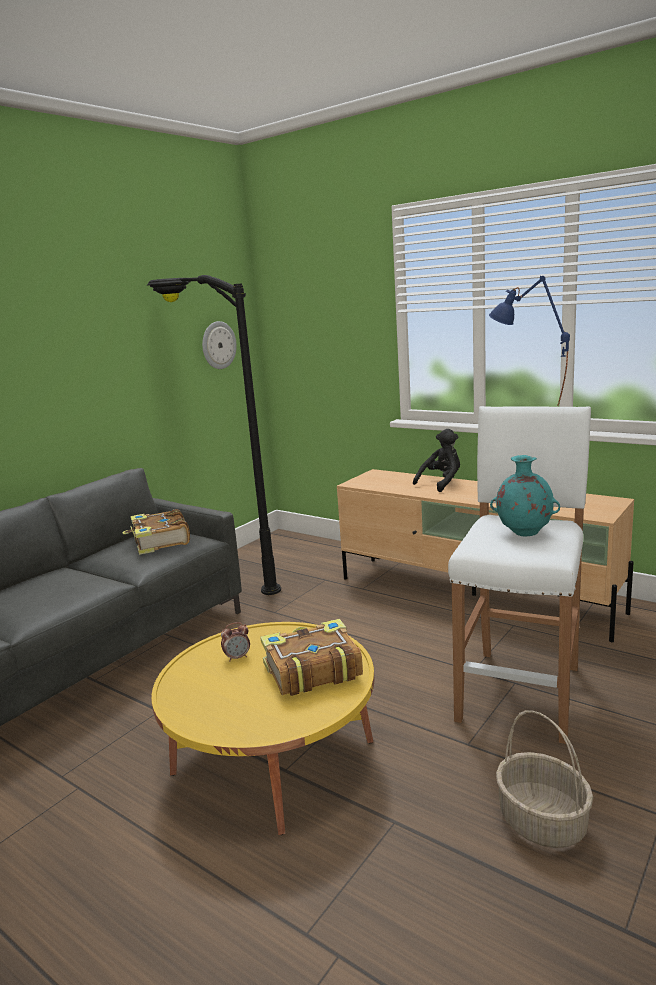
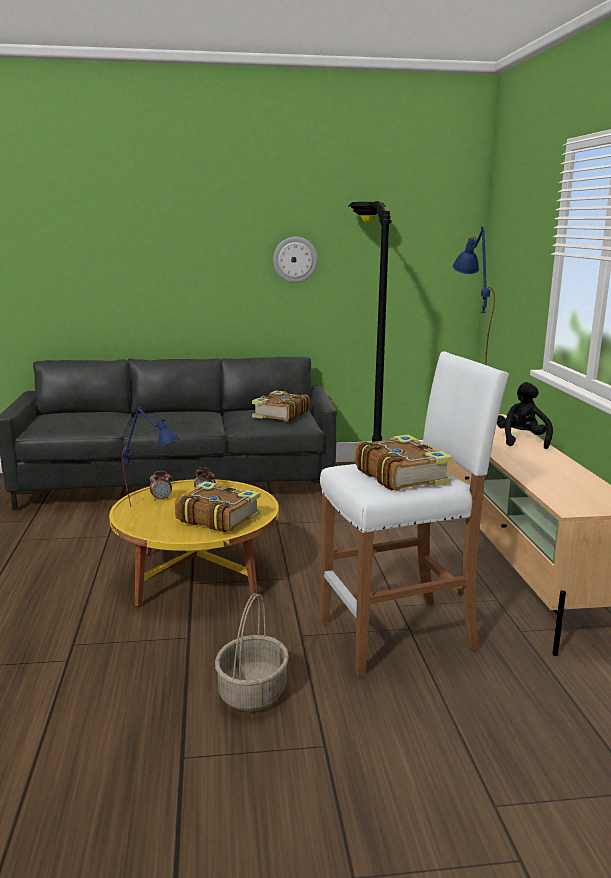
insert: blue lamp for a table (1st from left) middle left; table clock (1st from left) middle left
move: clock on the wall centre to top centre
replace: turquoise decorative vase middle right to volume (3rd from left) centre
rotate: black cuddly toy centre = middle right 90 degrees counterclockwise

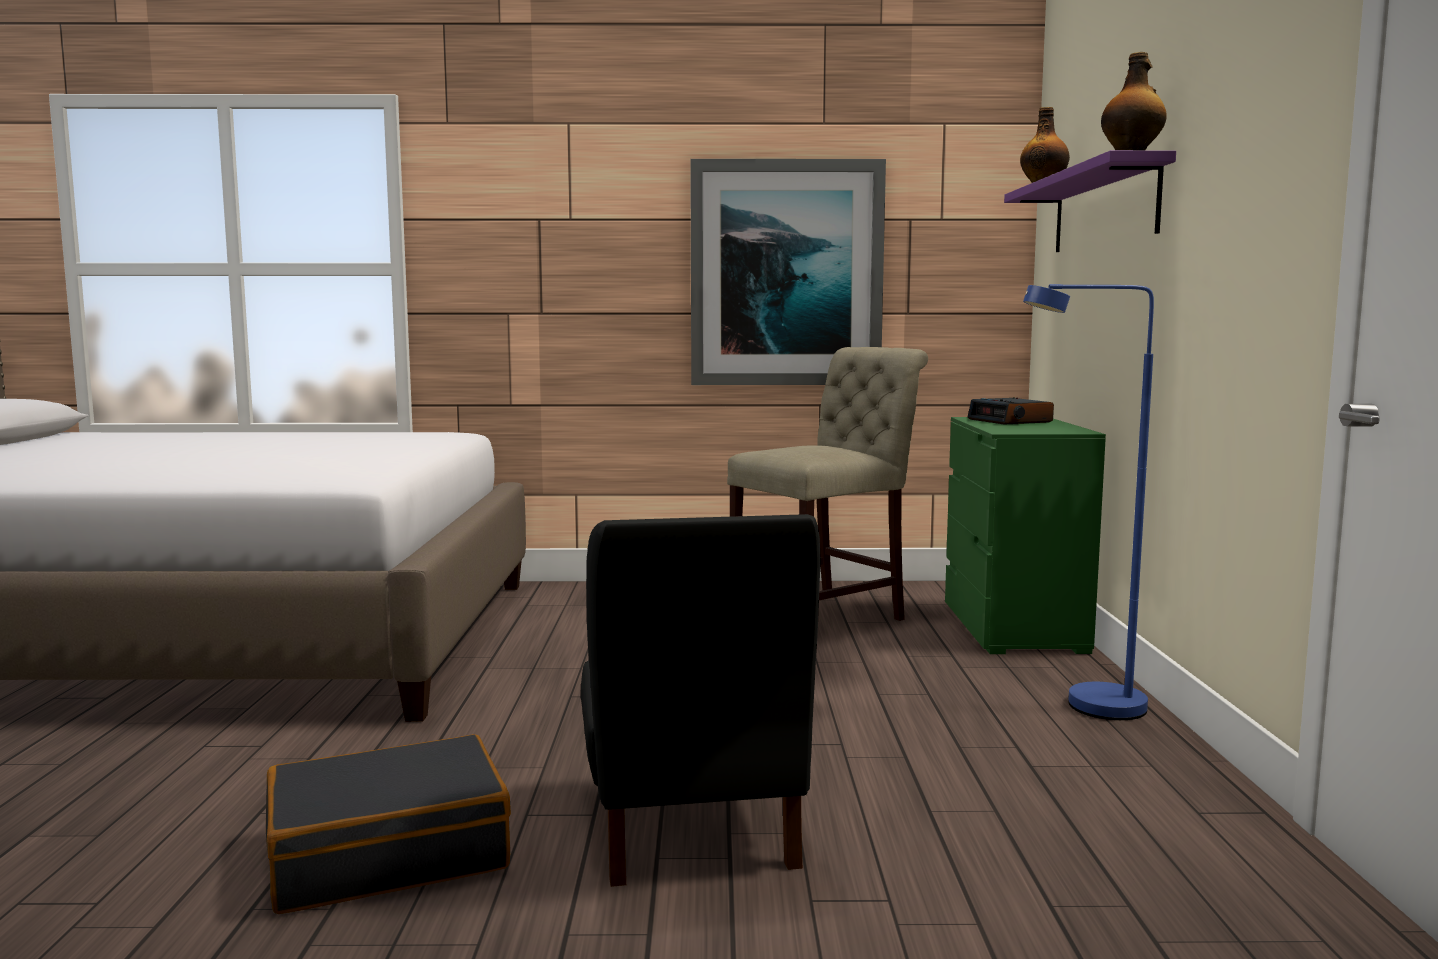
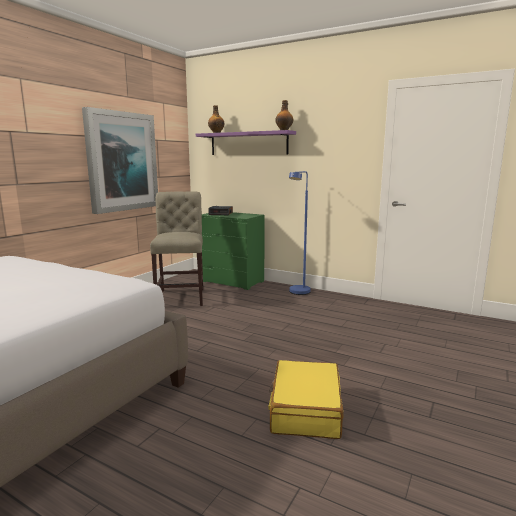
delete: black upright chair bottom centre
recolor: black travel case bottom left to yellowish travel case bottom centre

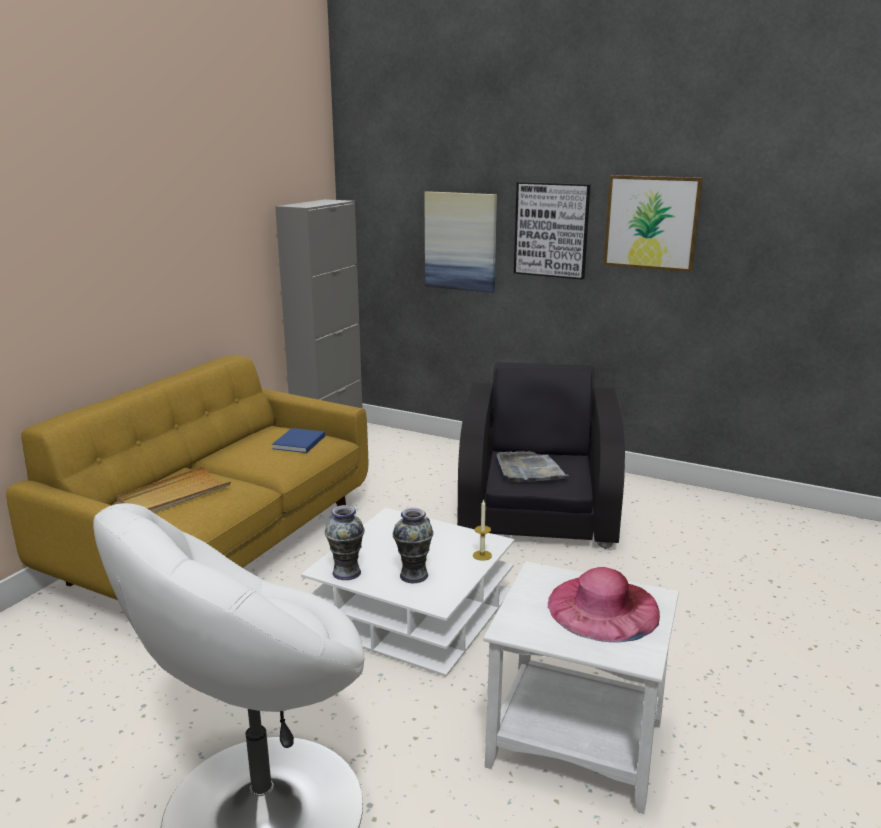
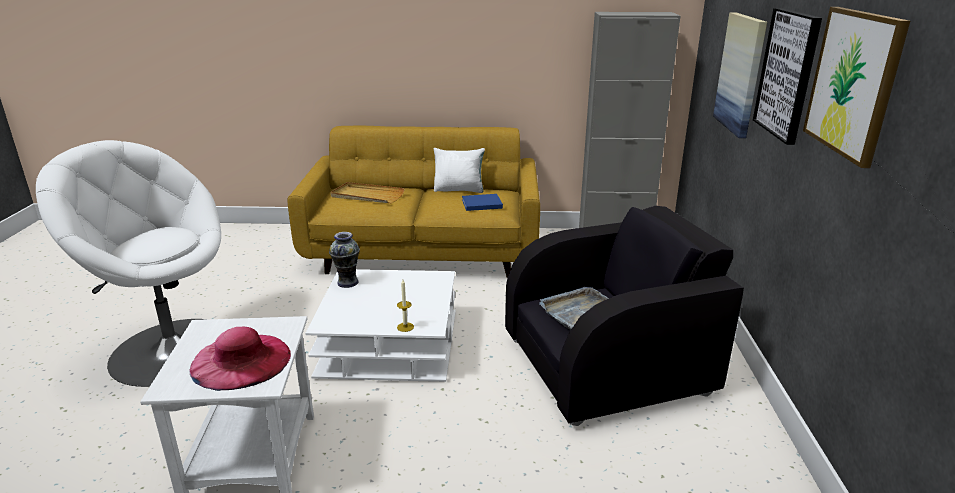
delete: decorative vase (2nd from left) centre
insert: white-coloured cushion centre

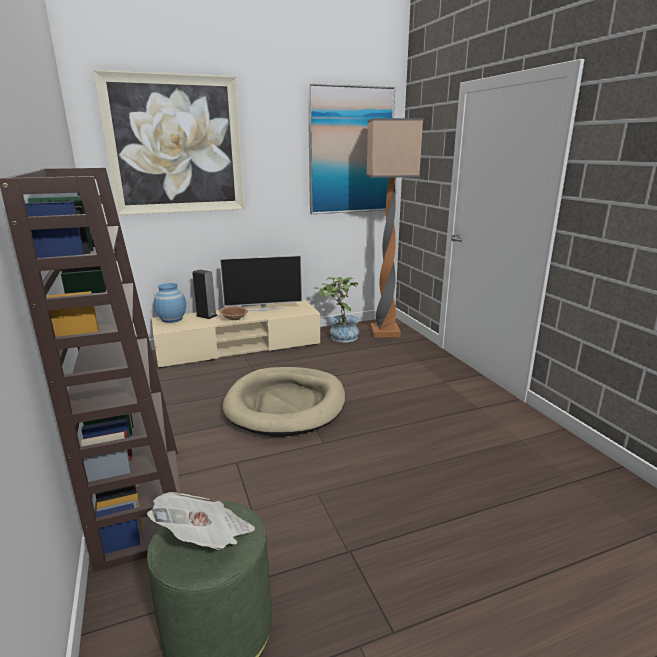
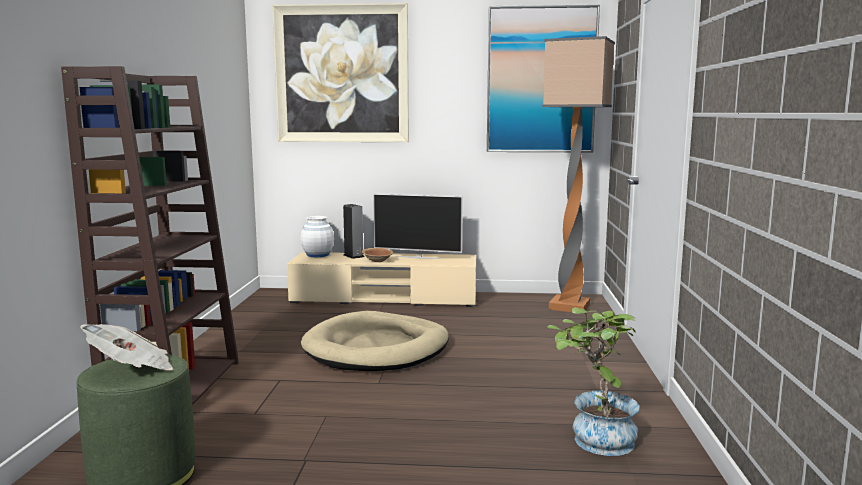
move: potted plant centre to bottom right
recolor: blue decorative vase middle left to white-coloured decorative vase centre

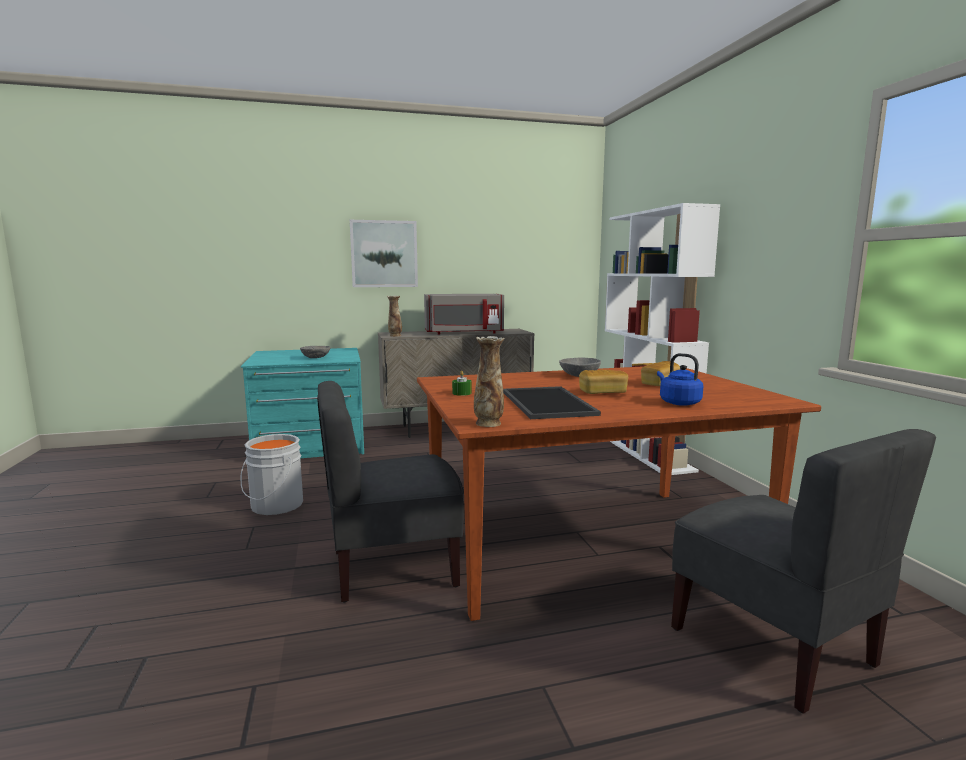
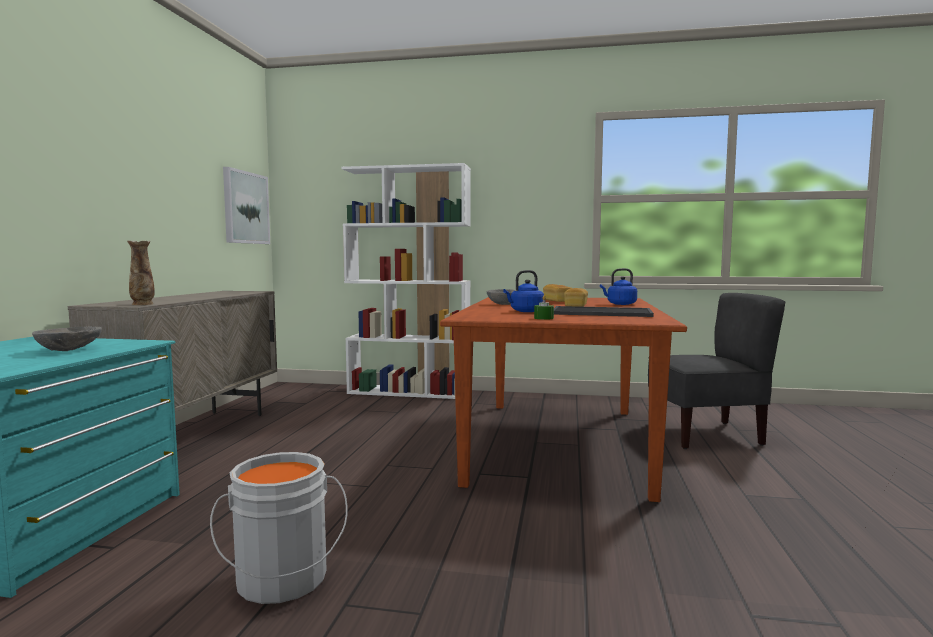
delete: grey upright chair (1st from left) centre; grey kitchen microwave centre; decorative vase (2nd from left) centre
insert: blue tea kettle (1st from left) centre
move: wall art top centre to top left

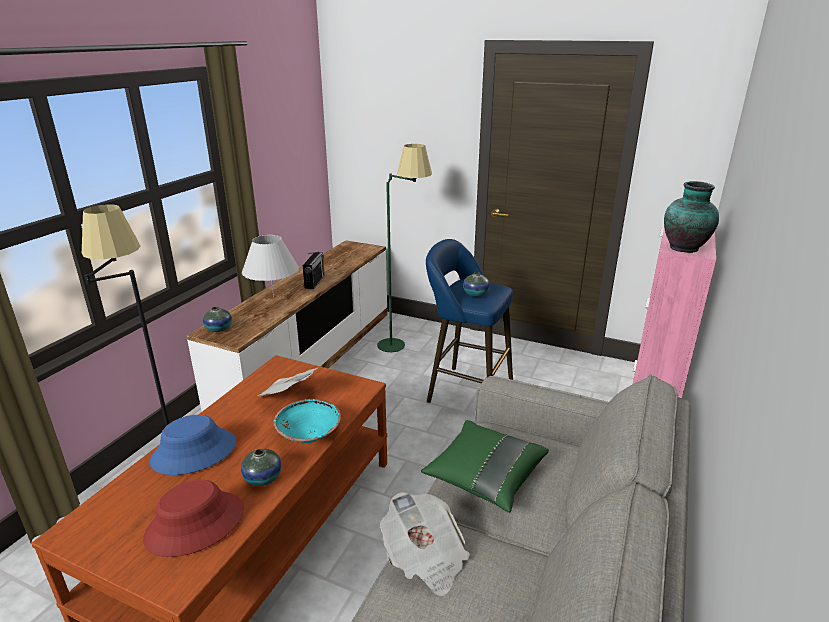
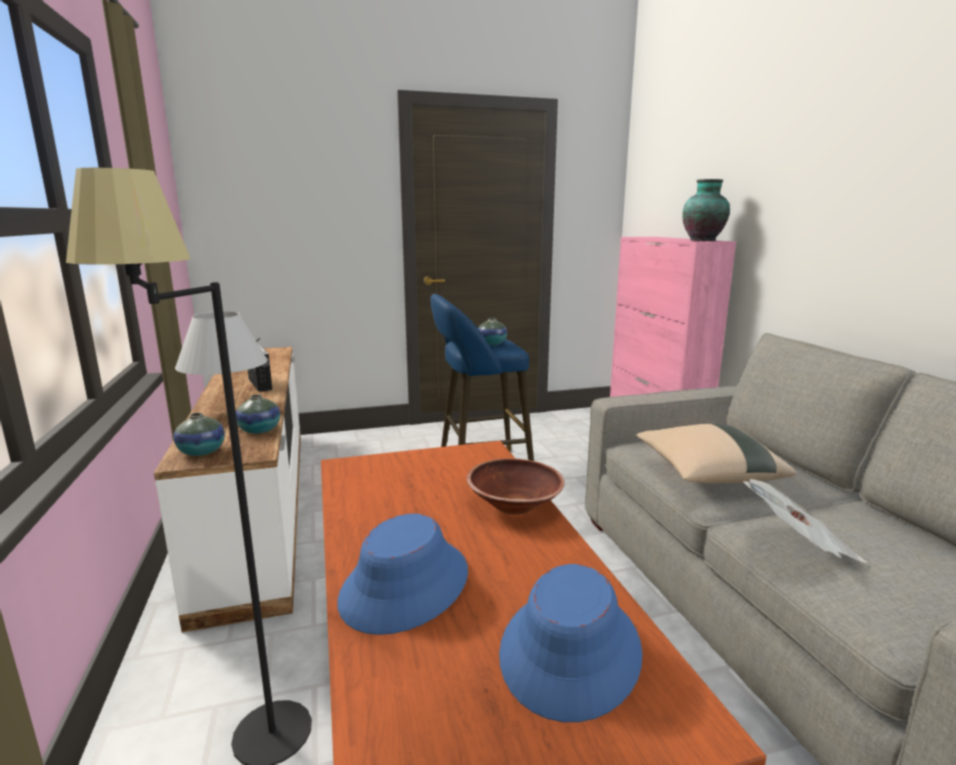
delete: newspaper (1st from left) centre; green-coloured standard lamp centre
move: decorative vase (2nd from left) bottom left to middle left
recolor: reddish clothing hat bottom left to blue clothing hat (2nd from left) bottom centre; turquoise deep dish bottom centre to brown deep dish centre; green-coloured cushion bottom centre to beige cushion middle right

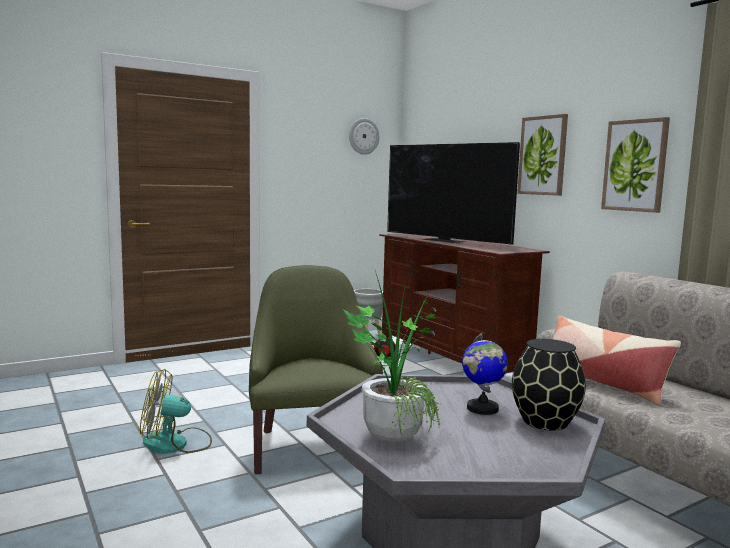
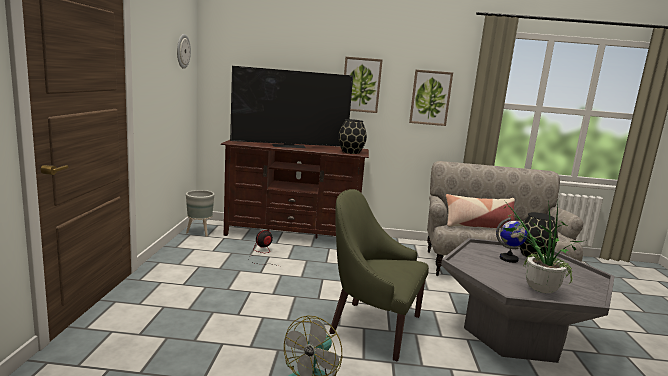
insert: black decorative vase (1st from left) centre

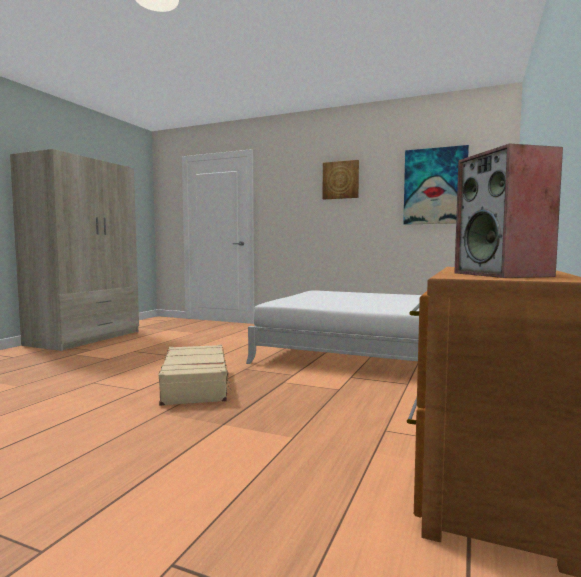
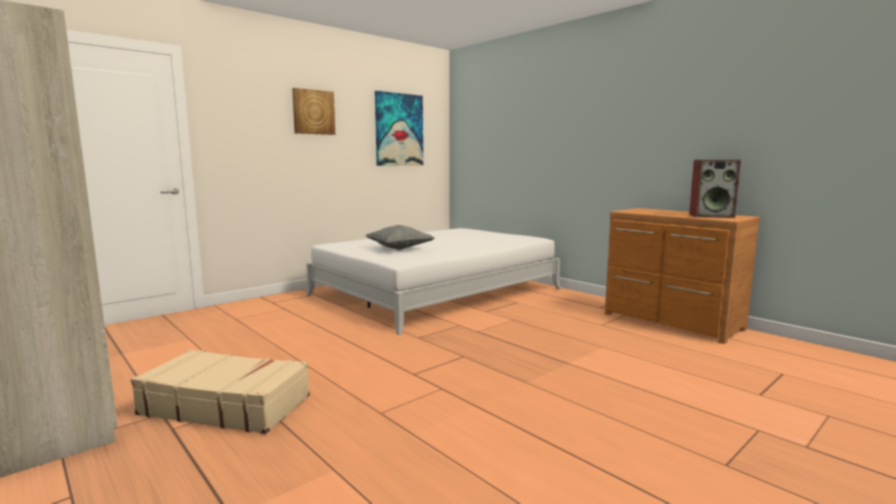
insert: grey cushion centre
move: beige travel case centre to bottom left

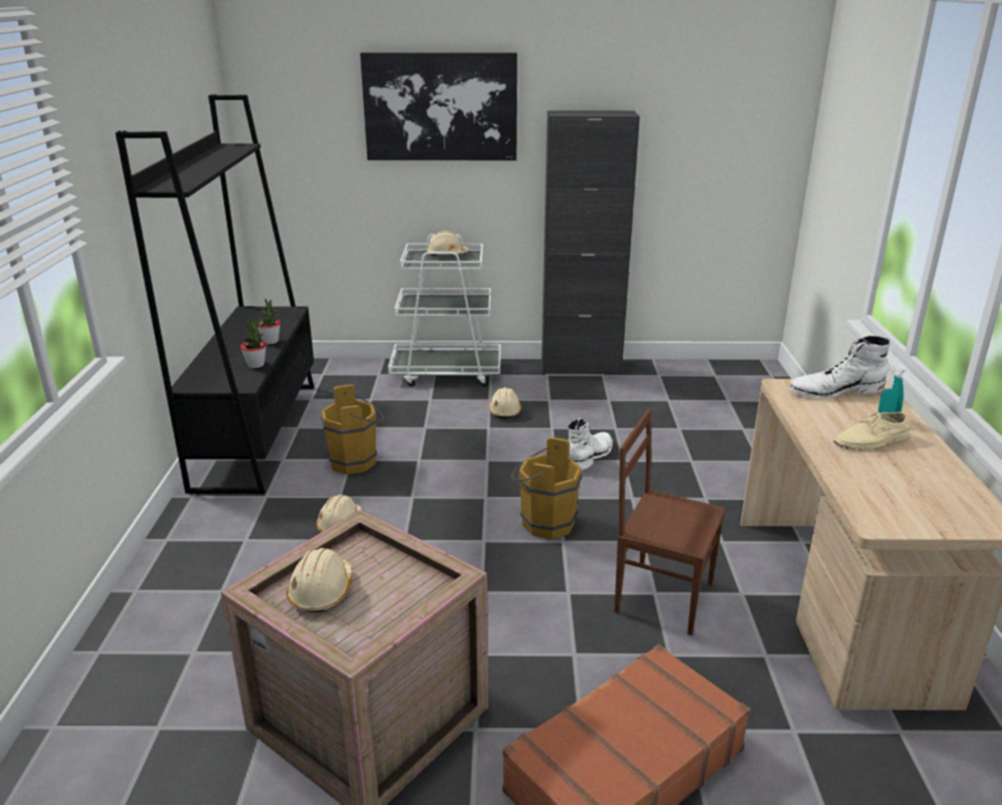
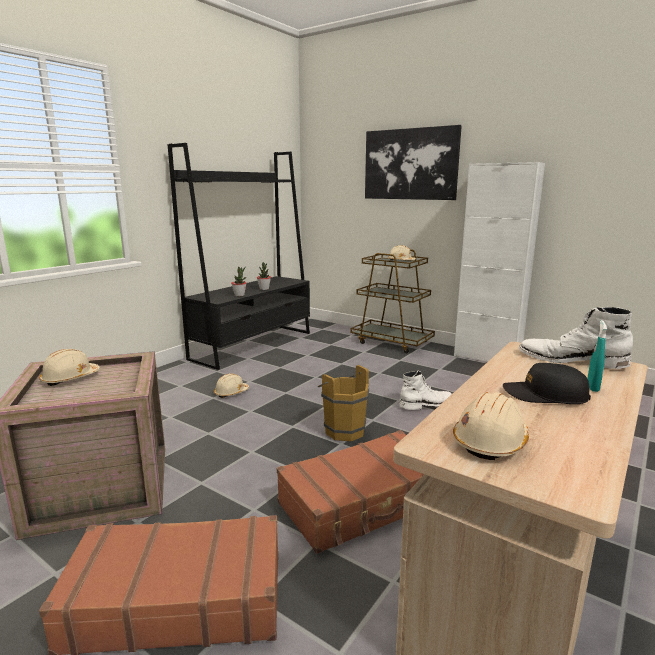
delete: brown water bucket (1st from left) centre
move: beige hard hat (4th from left) centre to middle right
replace: brown upright chair middle right to brown travel case (2nd from left) bottom centre; beige low shoe middle right to black baseball cap middle right
recolor: white-coloured cart centre to brown cart centre; black cupboard top centre to white-coloured cupboard middle right

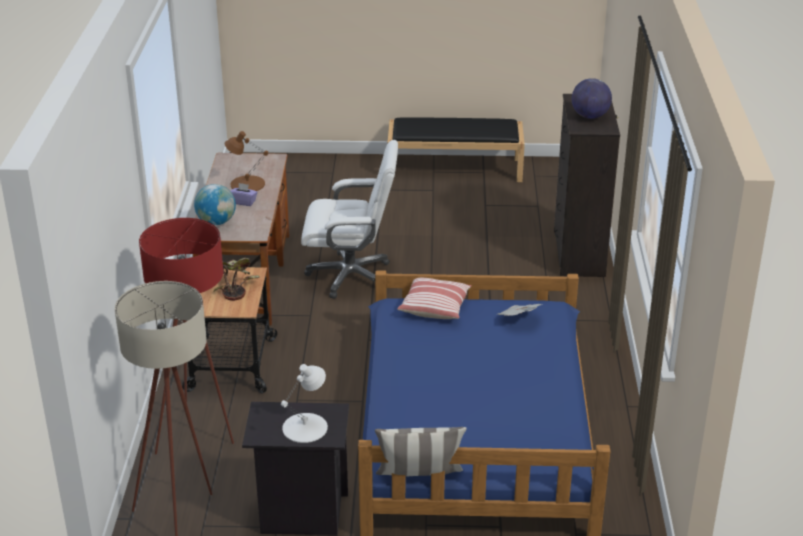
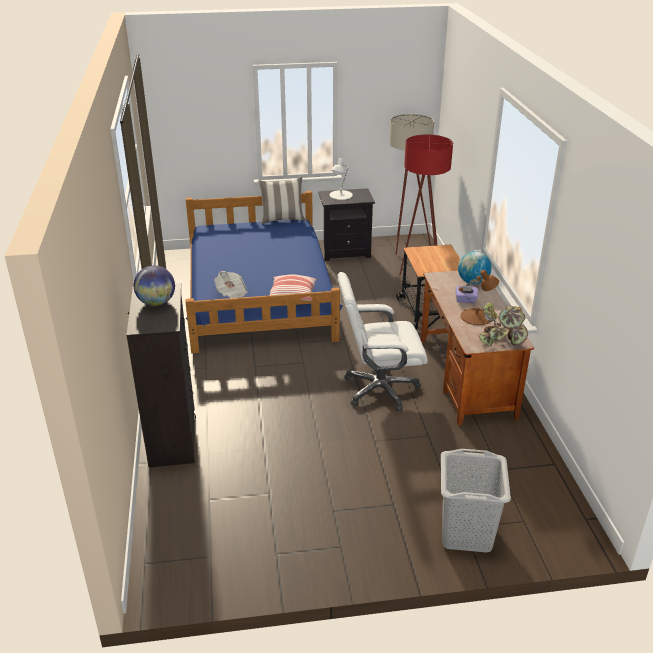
delete: black bench top centre
insert: grey laundry basket bottom right
move: potted plant middle left to middle right

